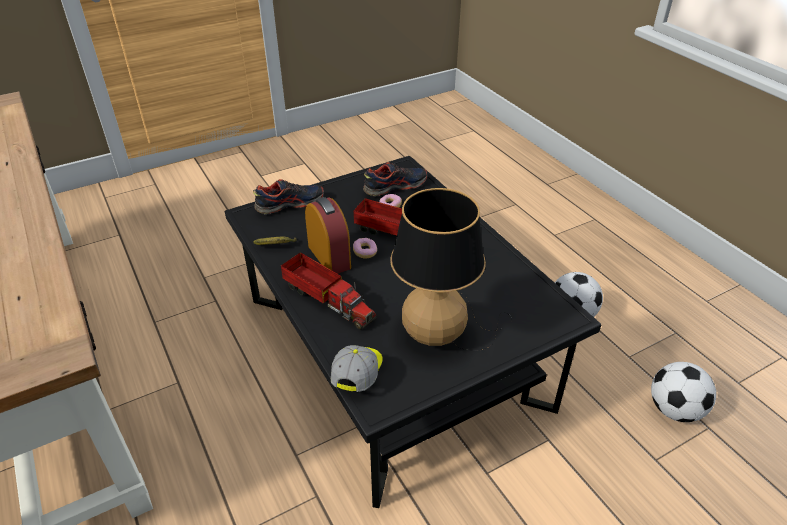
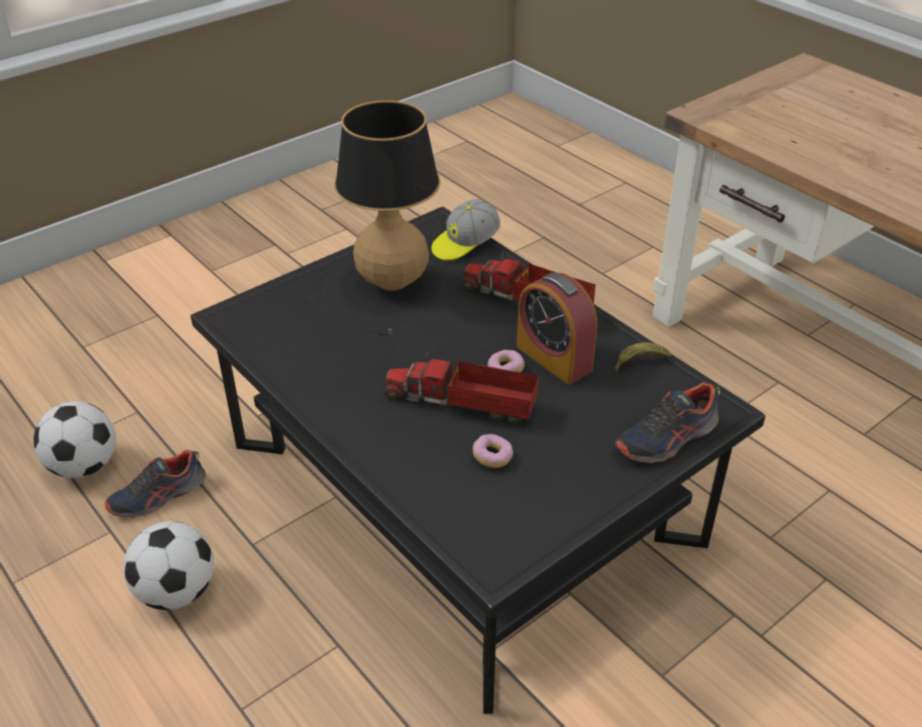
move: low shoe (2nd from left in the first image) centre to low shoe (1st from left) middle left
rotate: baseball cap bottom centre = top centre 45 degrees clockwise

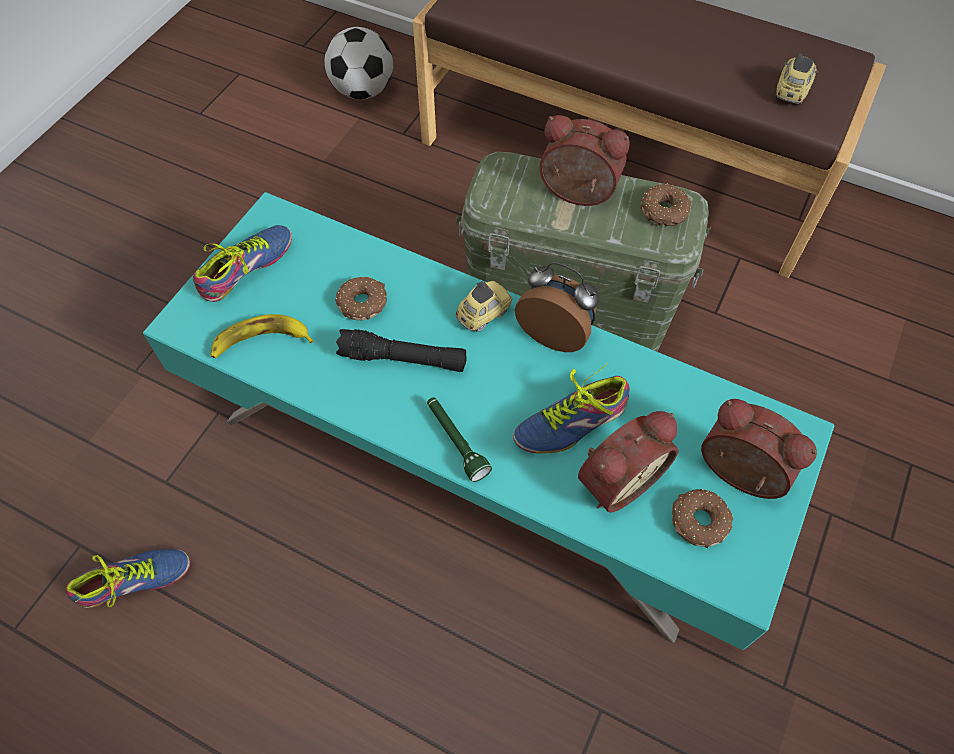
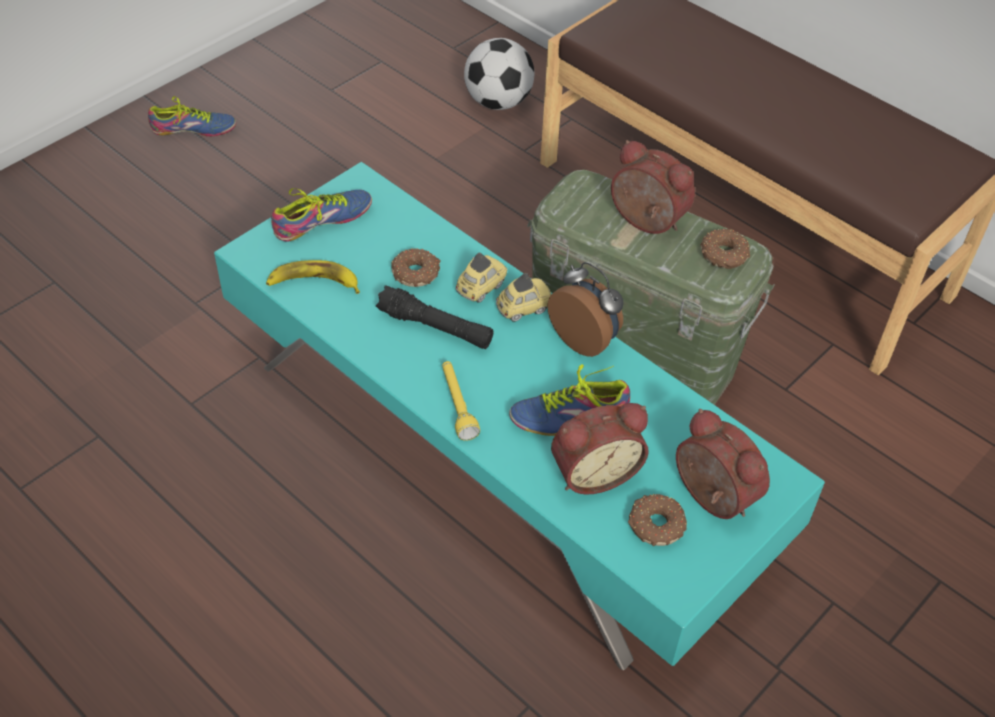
move: low shoe (1st from left) bottom left to top left; miniature car (2nd from left in the first image) top right to miniature car (1st from left) centre
recolor: green-coloured flashlight centre to yellowish flashlight centre

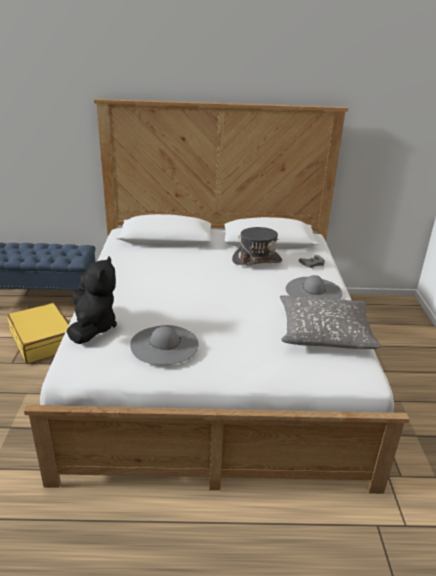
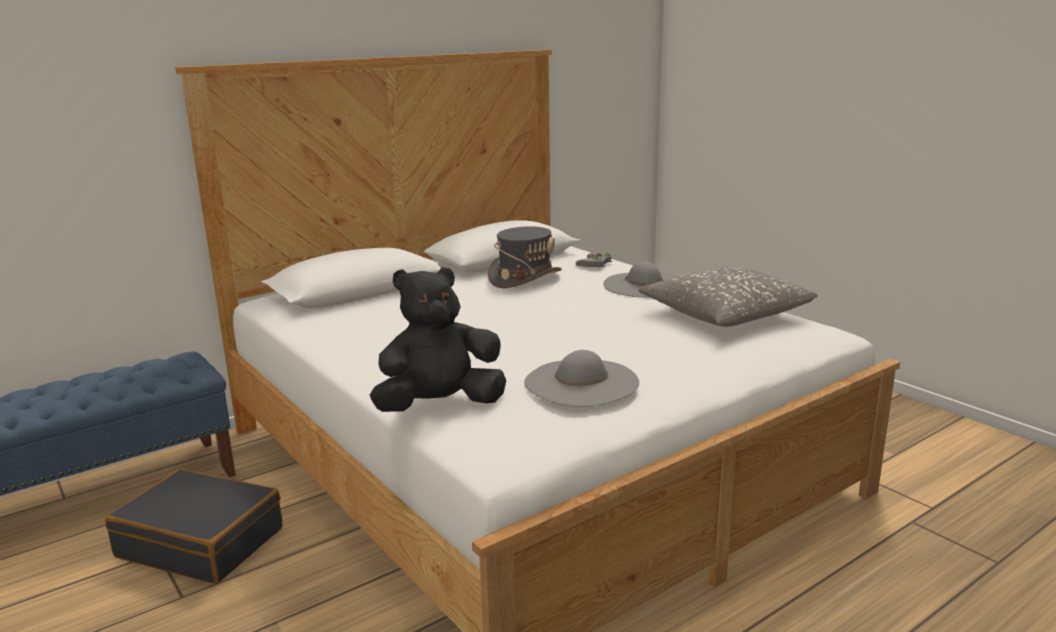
recolor: yellowish travel case middle left to black travel case bottom left
rotate: black cuddly toy middle left = centre 75 degrees counterclockwise

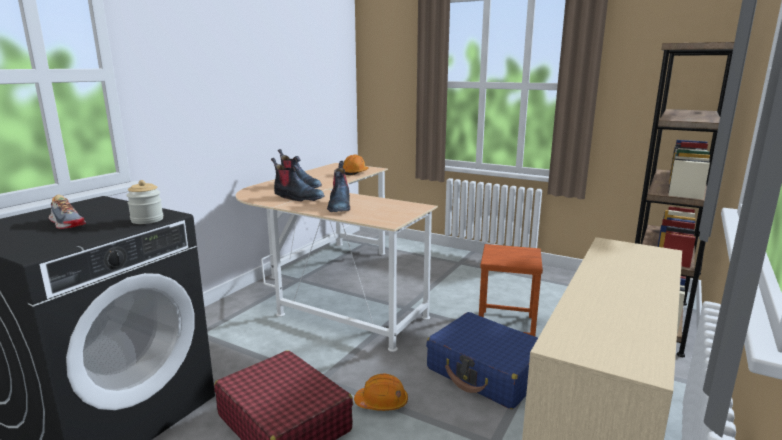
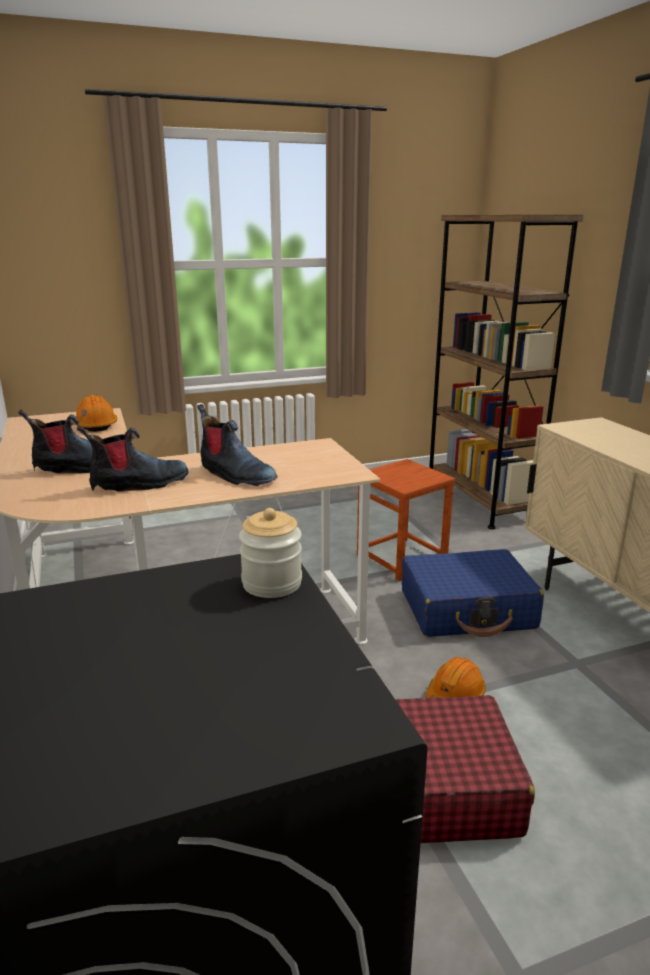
delete: low shoe middle left

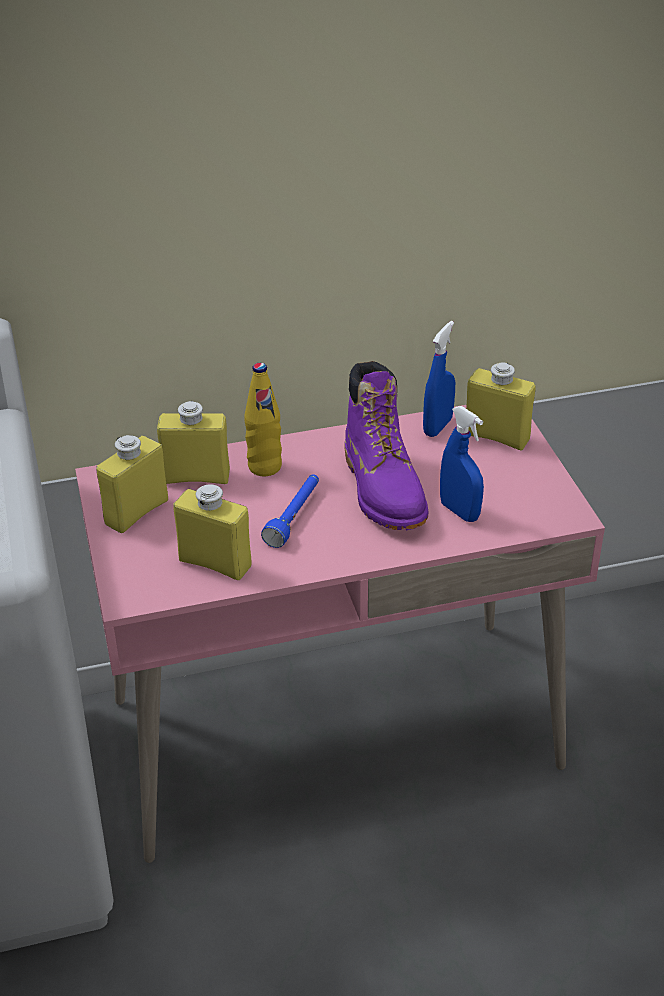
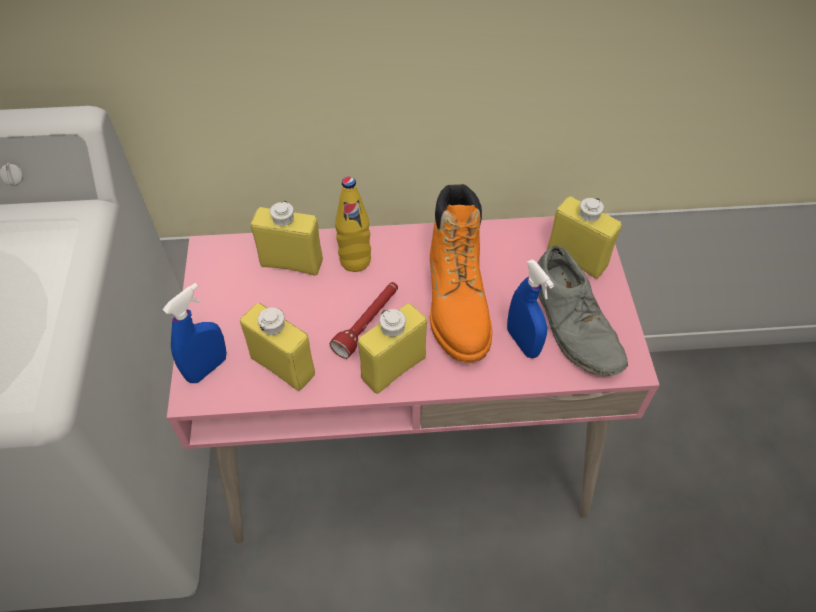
insert: grey low shoe middle right
move: yellowish beverage bottle (1st from left in the first image) middle left to yellowish beverage bottle (4th from left) centre; blue hand sprayer (1st from left) centre to middle left
recolor: blue flashlight centre to reddish flashlight centre; purple-coloured tall boot centre to orange-coloured tall boot centre

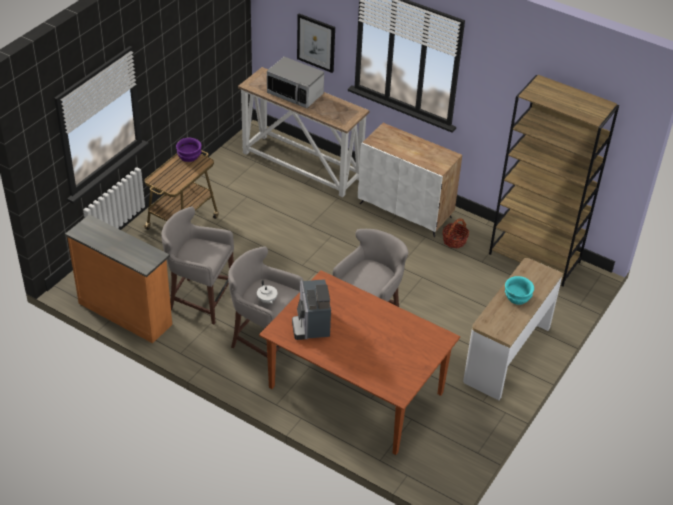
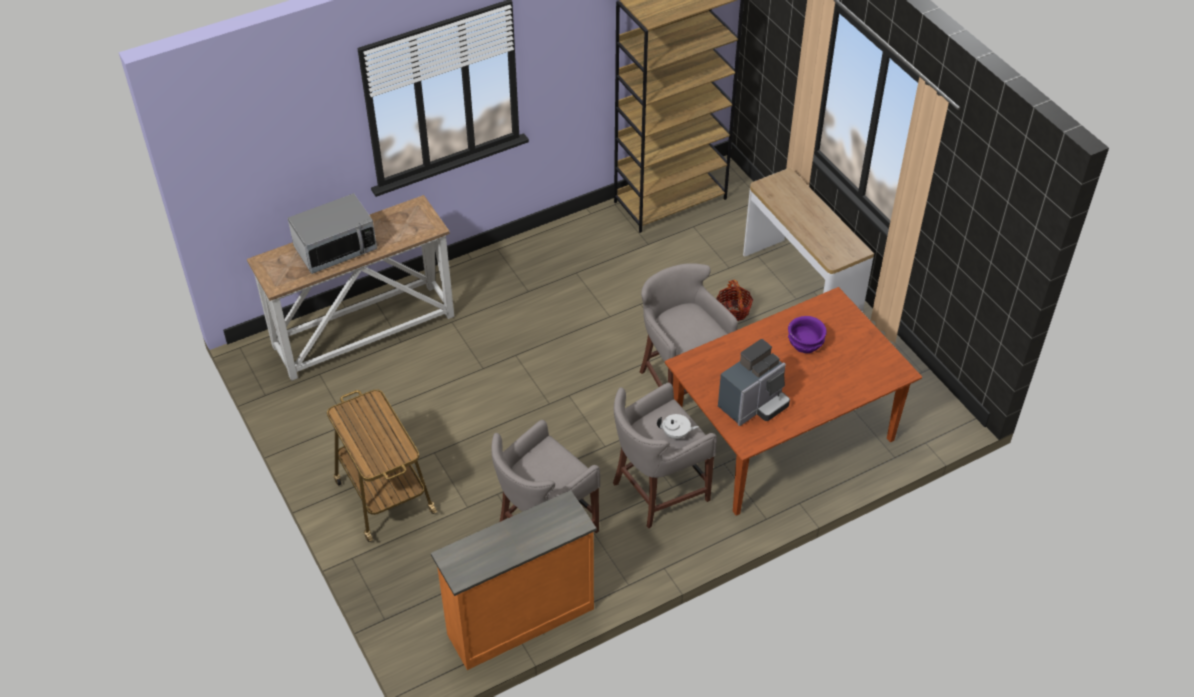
delete: wall art top centre; white-coloured cupboard centre; turquoise deep dish middle right
move: purple-coloured deep dish top left to middle right; household basket middle right to centre
rotate: coffee maker centre = centre 60 degrees counterclockwise

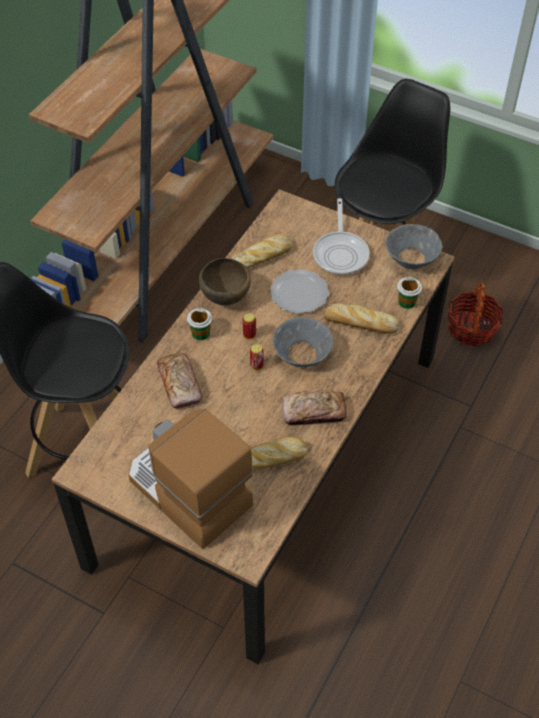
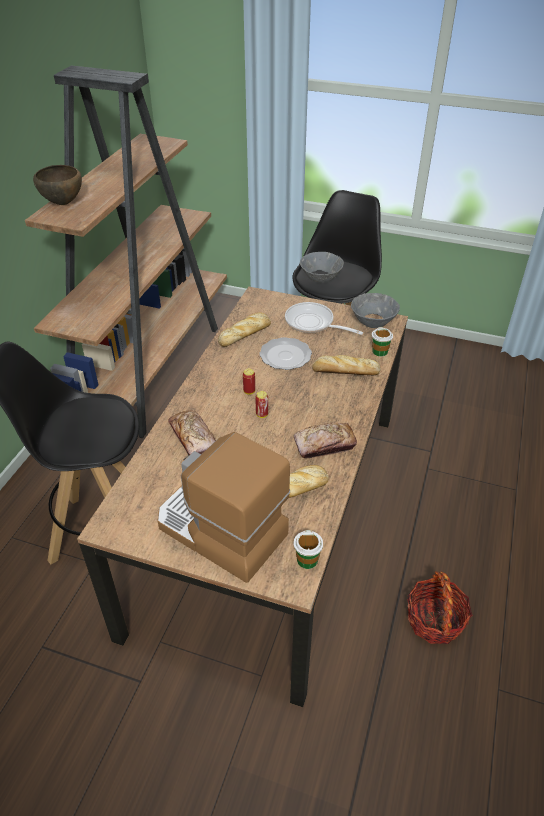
move: small cup (1st from left) centre to bottom centre; brown deep dish centre to top left; grey deep dish (1st from left) centre to top centre; household basket middle right to bottom right
rotate: frying pan top centre = centre 135 degrees clockwise

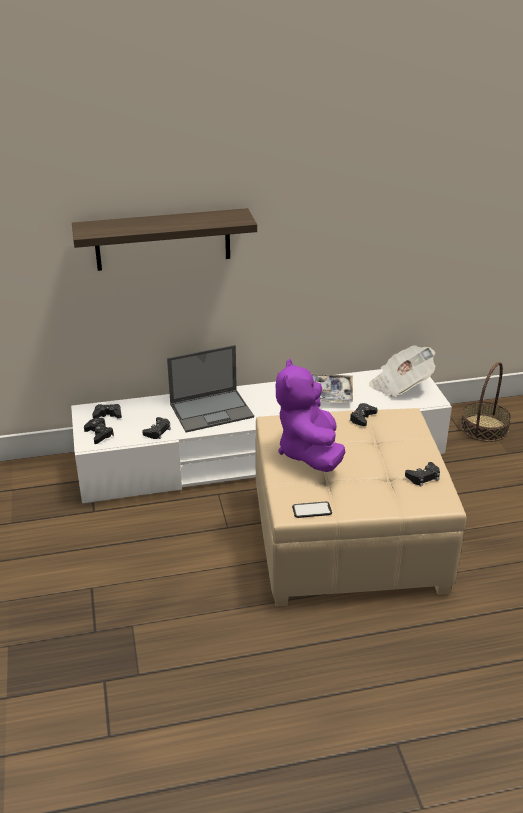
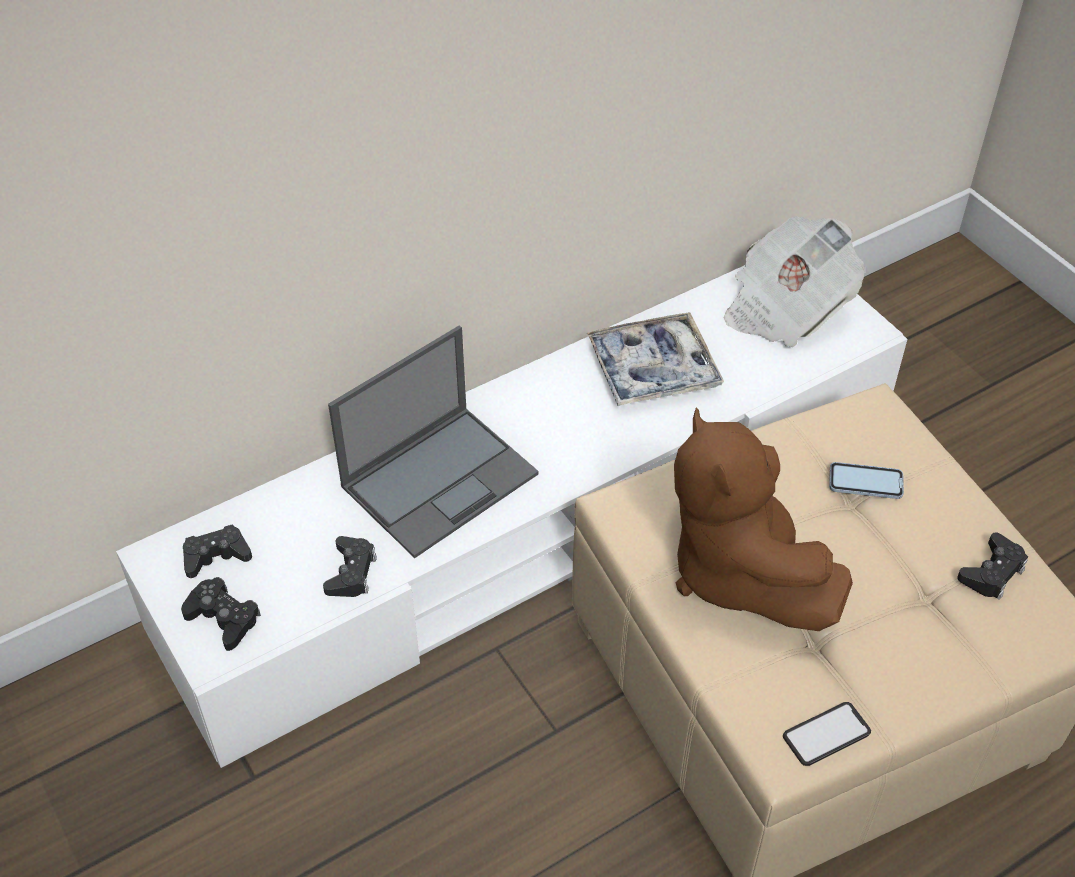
delete: bracket shelf top left; black joypad (4th from left) middle right; household basket middle right
insert: handset (2nd from left) middle right
recolor: purple-coloured cuddly toy centre to brown cuddly toy middle right

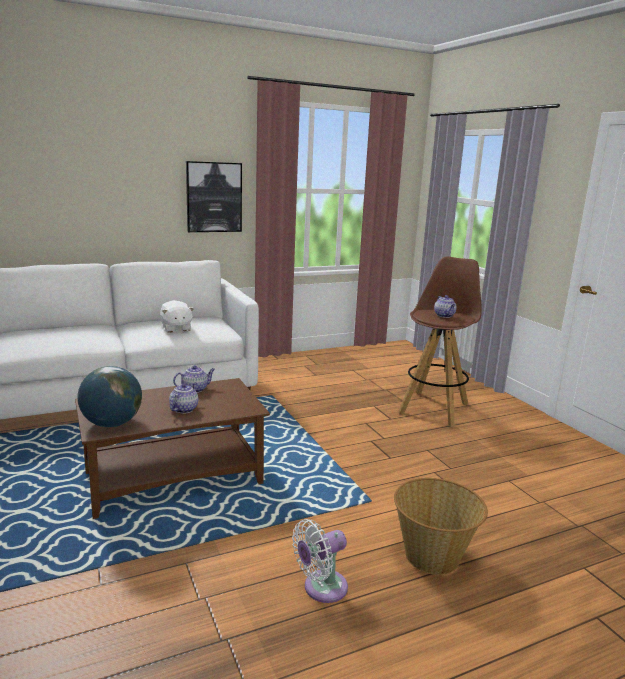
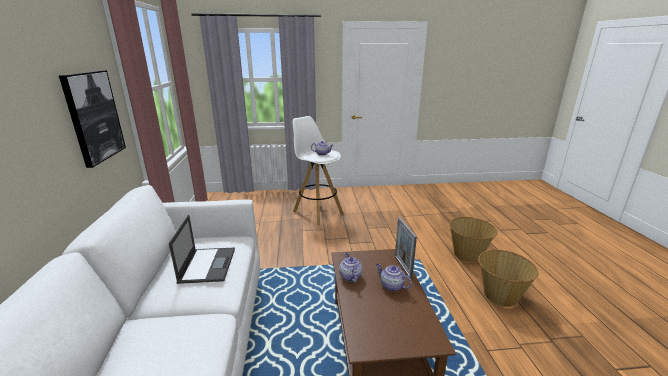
delete: desk globe middle left
insert: photo frame centre
replace: white-coloured cuddly toy middle left to notebook computer middle left; white-coloured cooling fan bottom centre to household basket (2nd from left) bottom right
recolor: brown sitting stool middle right to white-coloured sitting stool centre

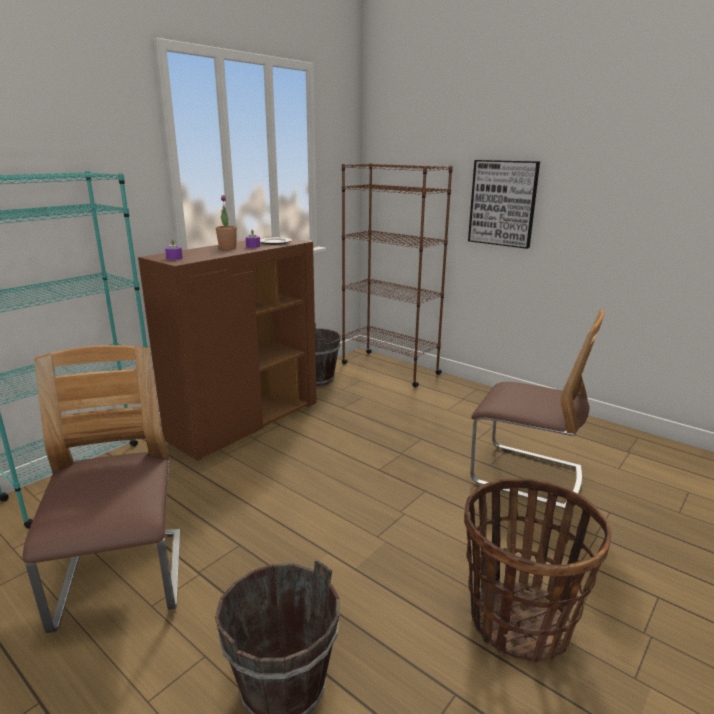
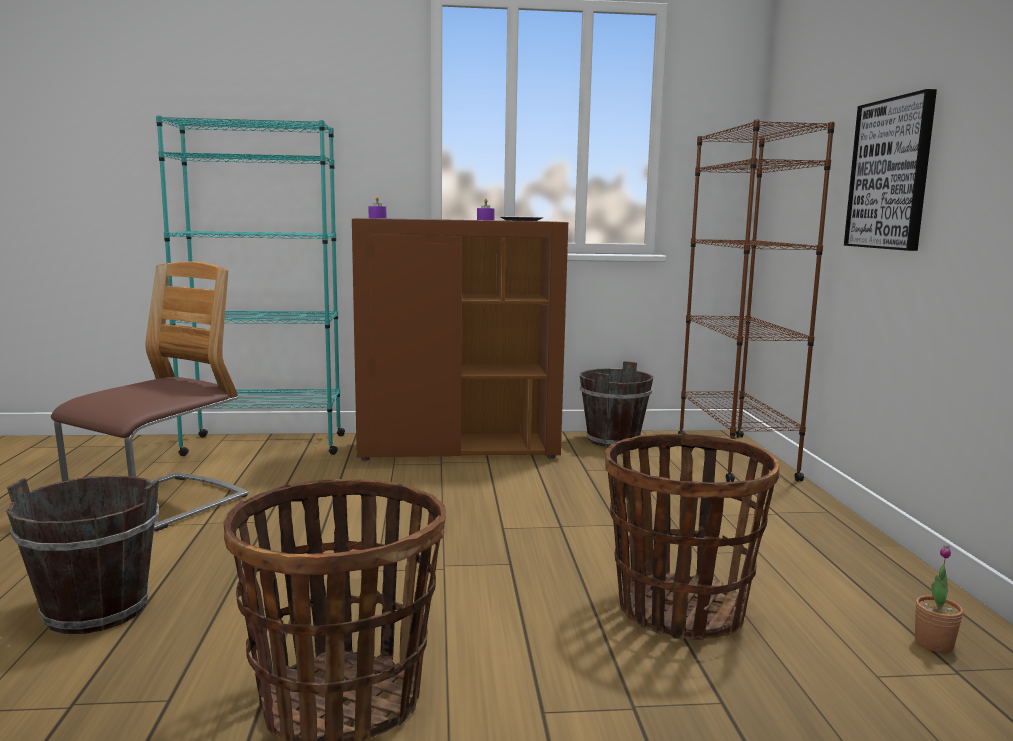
move: potted plant top left to bottom right
replace: upright chair (2nd from left) middle right to household basket (2nd from left) bottom right

